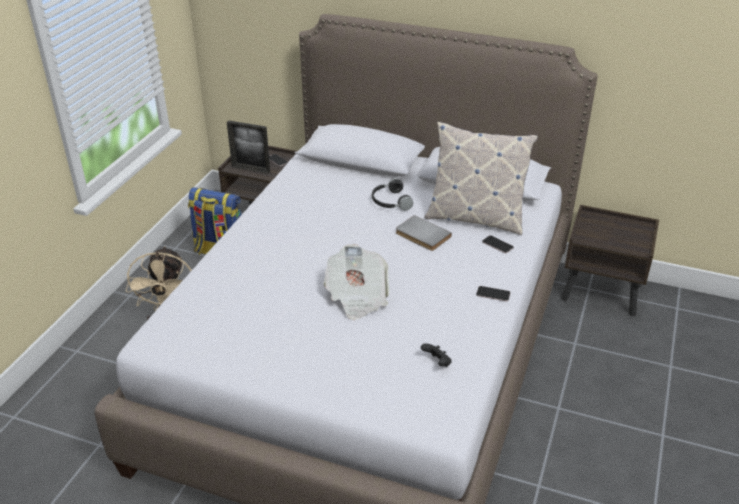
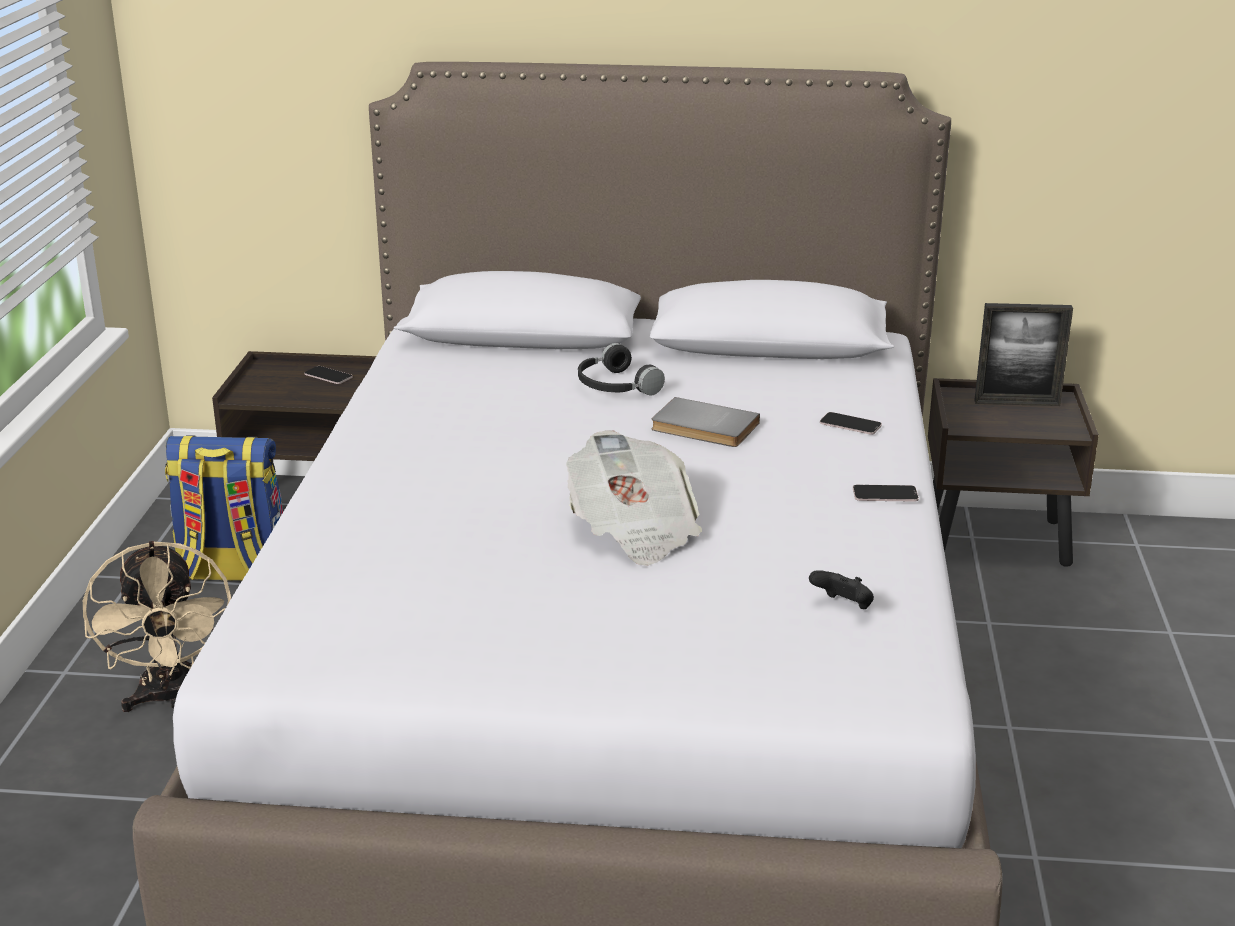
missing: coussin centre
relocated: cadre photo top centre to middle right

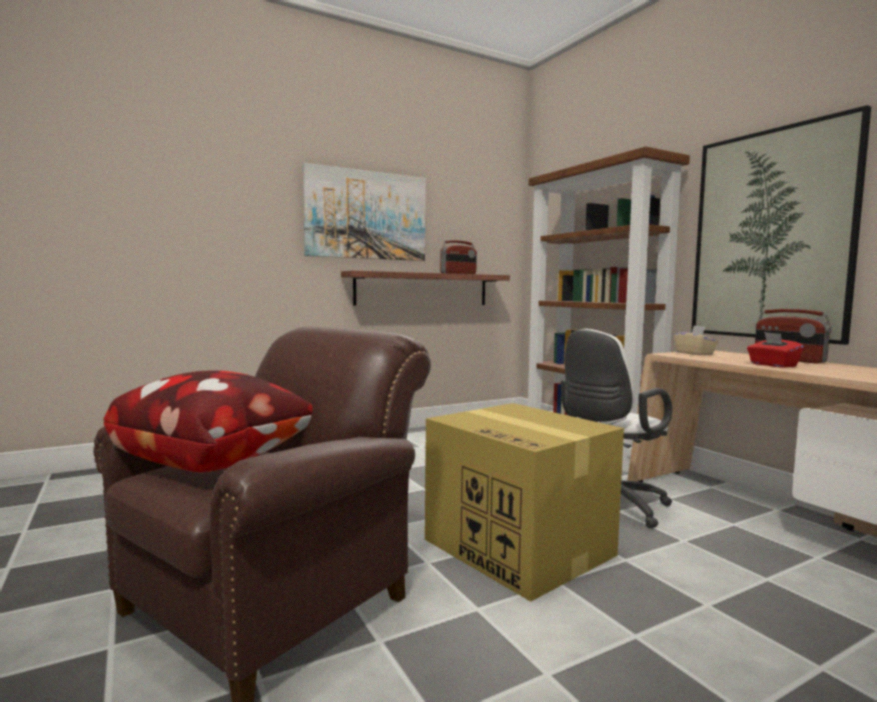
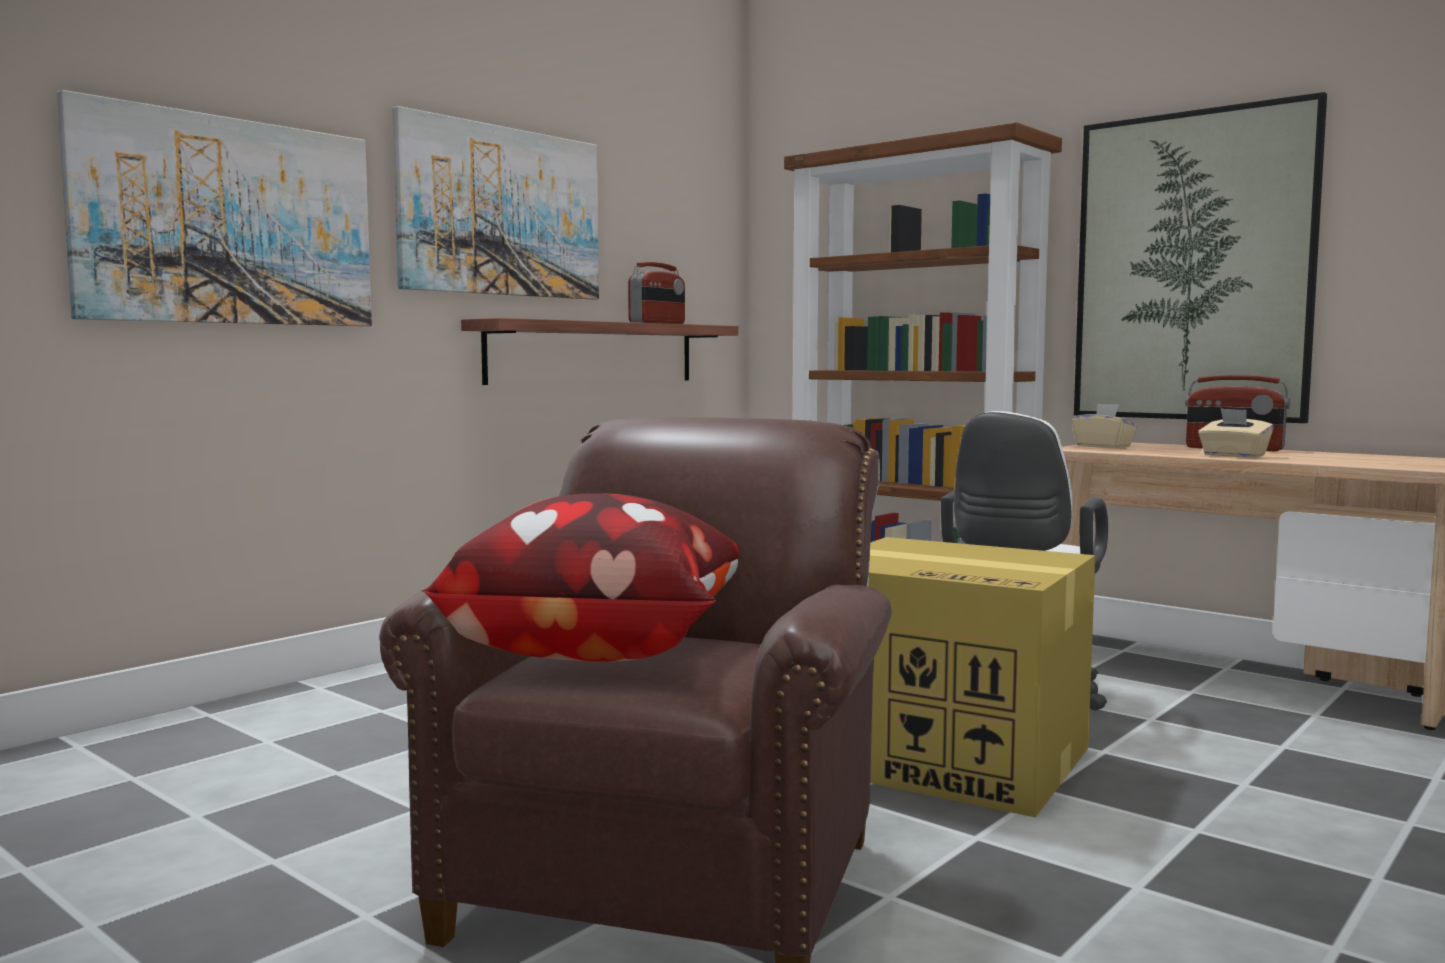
appeared: tableau (no. 1 from left) top left
colour: boîte à mouchoirs/rouge middle right to boîte à mouchoirs/beige (no. 2 from left) middle right

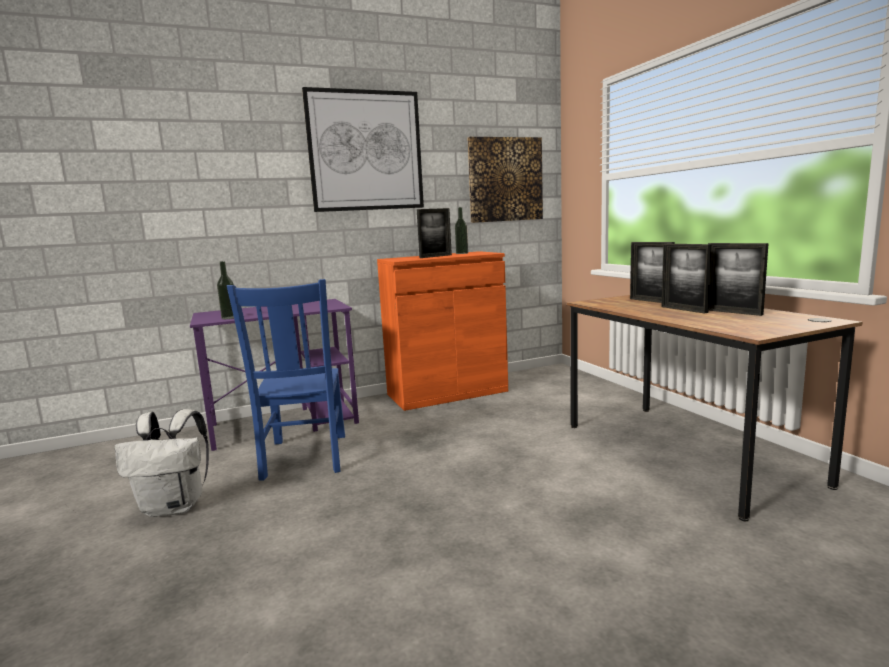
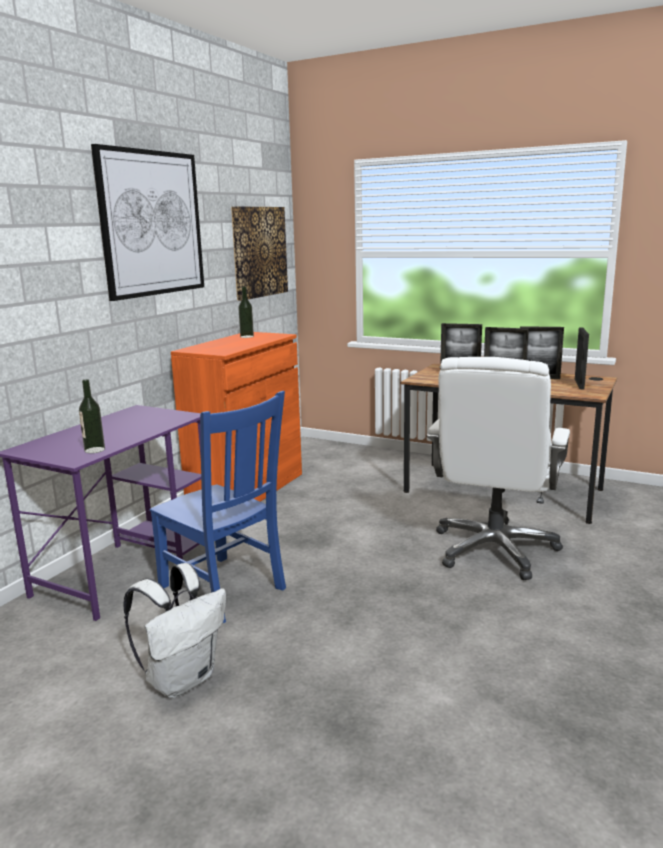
appeared: chaise de bureau/blanc middle right
relocated: cadre photo (no. 1 from left in the first image) centre to cadre photo (no. 4 from left) middle right

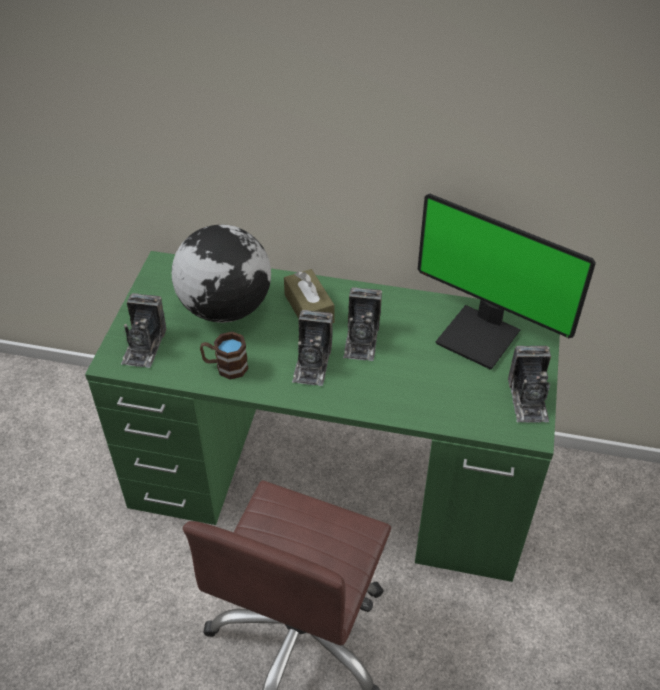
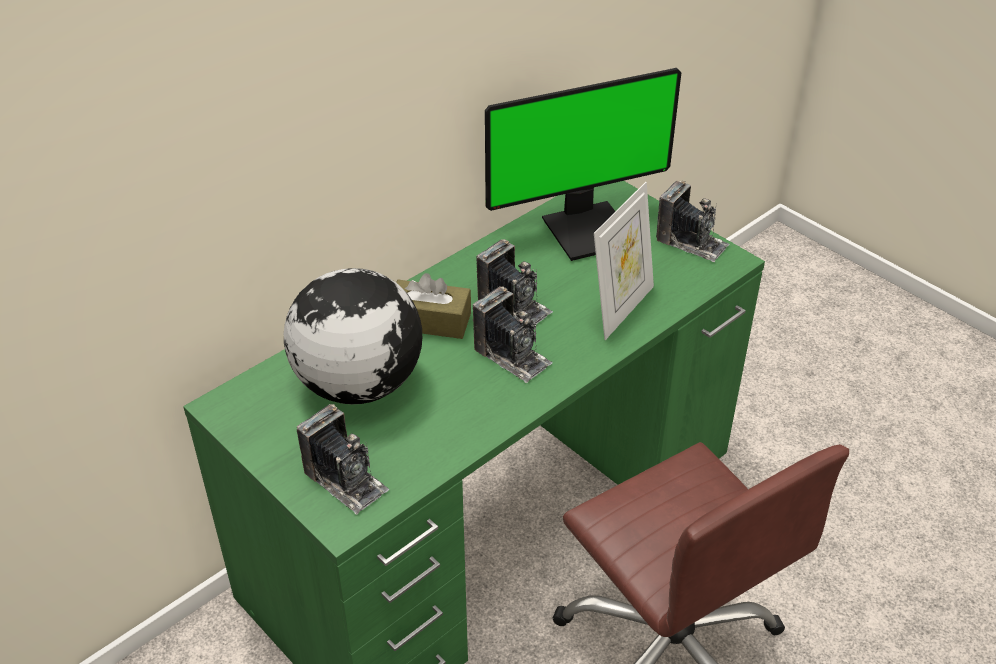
missing: mug/marron centre
appeared: cadre photo centre

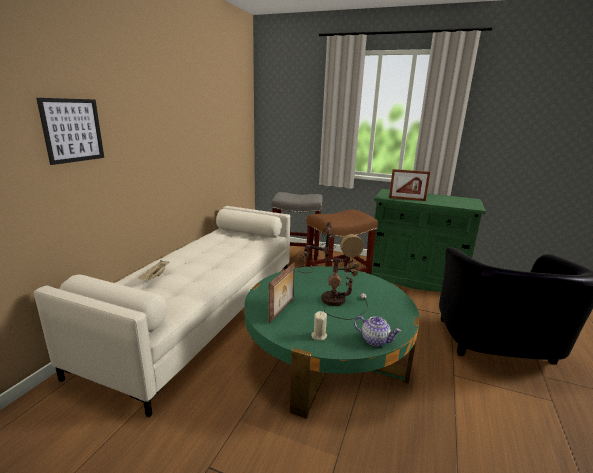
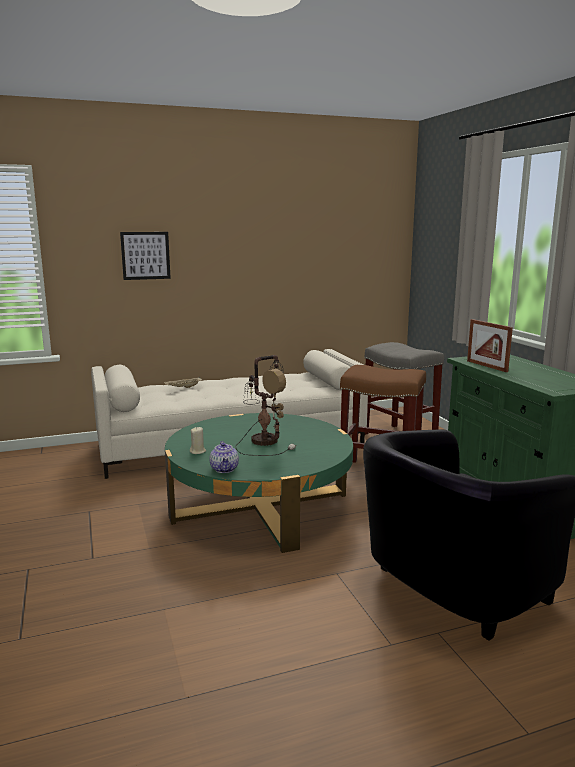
missing: cadre photo (no. 1 from left) centre

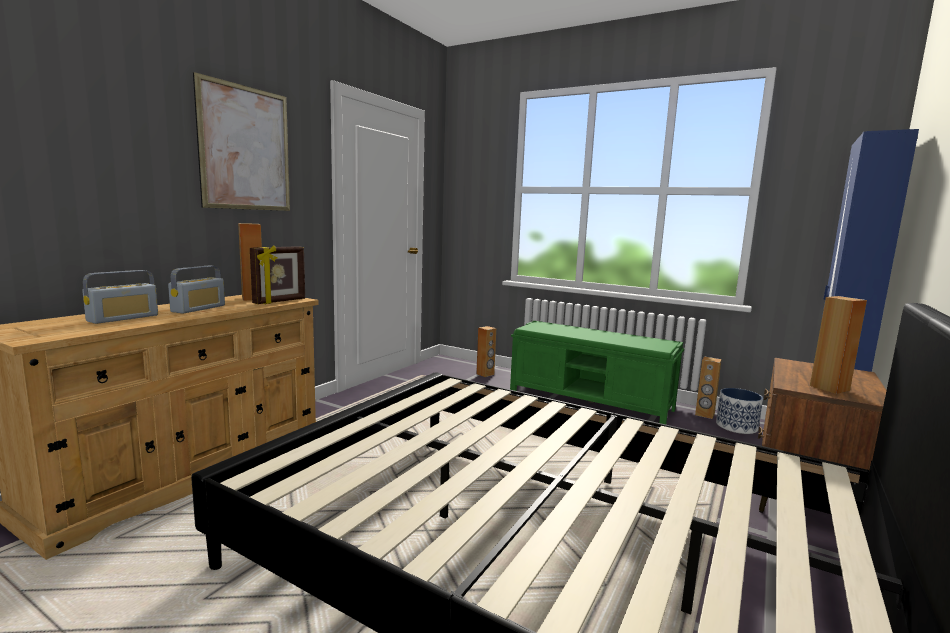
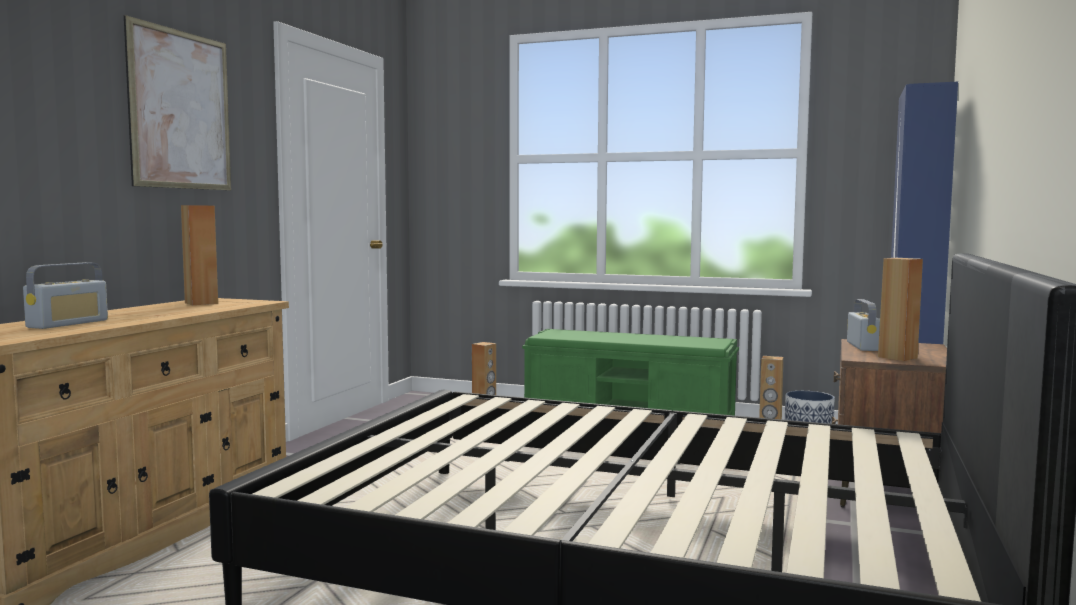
missing: cadre photo middle left
relocated: radio (no. 2 from left) middle left to middle right

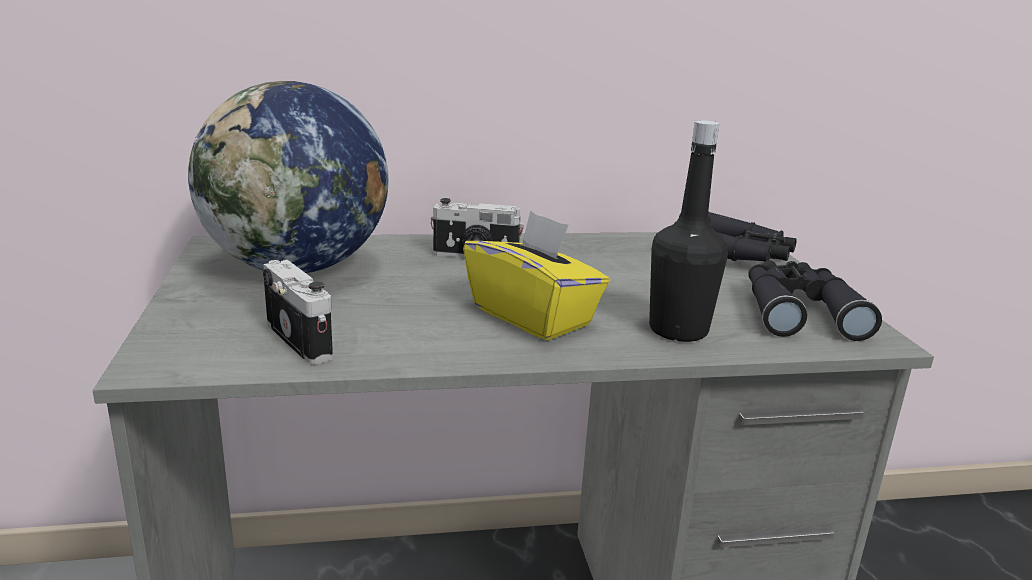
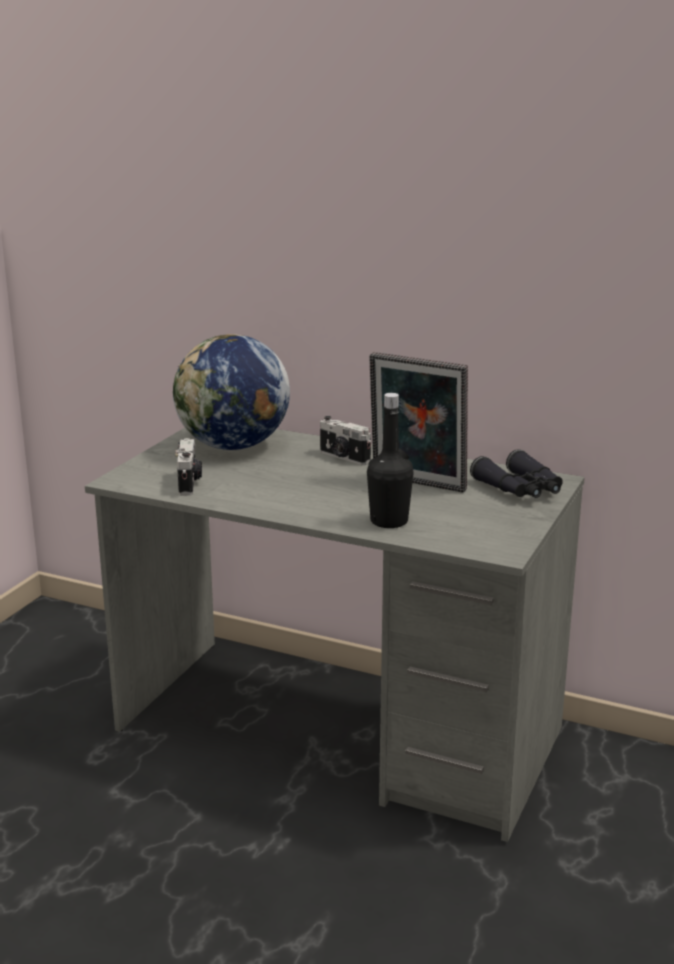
missing: boîte à mouchoirs/jaune centre; jumelles/noir (no. 2 from left) middle right
appeared: cadre photo centre

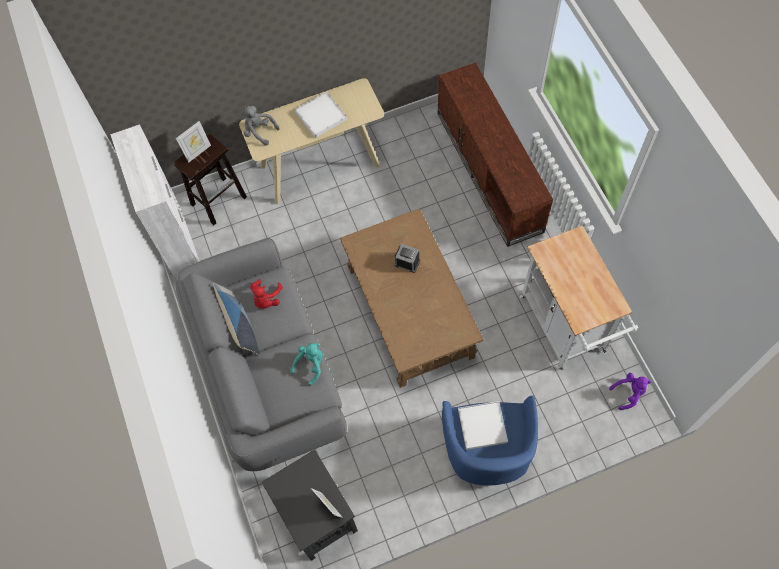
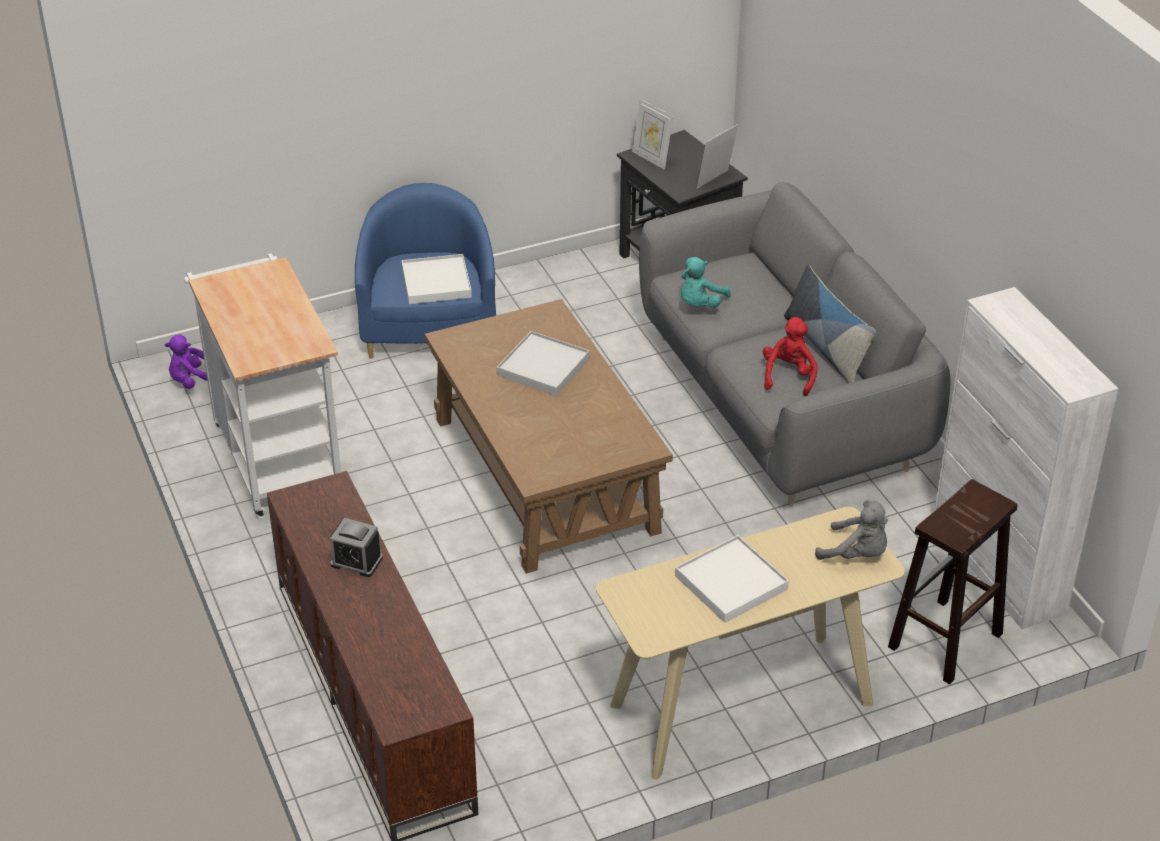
appeared: plateau/blanc (no. 2 from left) centre
relocated: réveil centre to middle left; cadre photo (no. 1 from left in the first image) top left to cadre photo (no. 2 from left) top centre

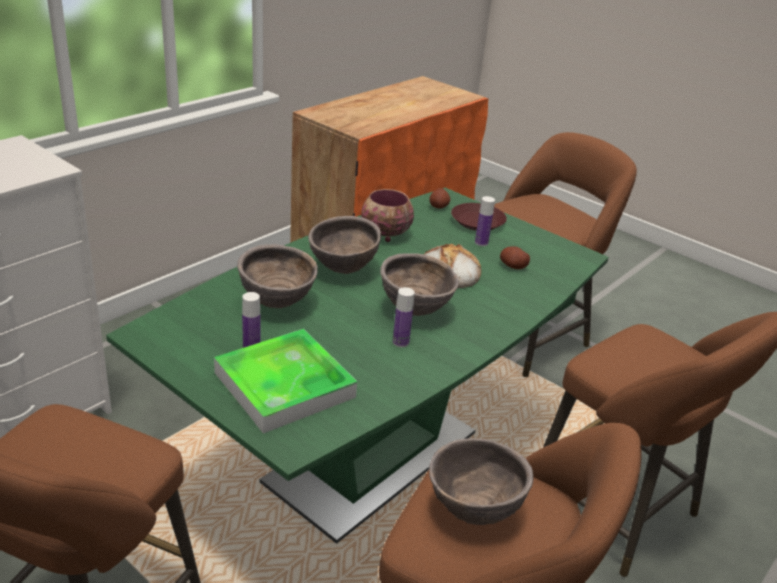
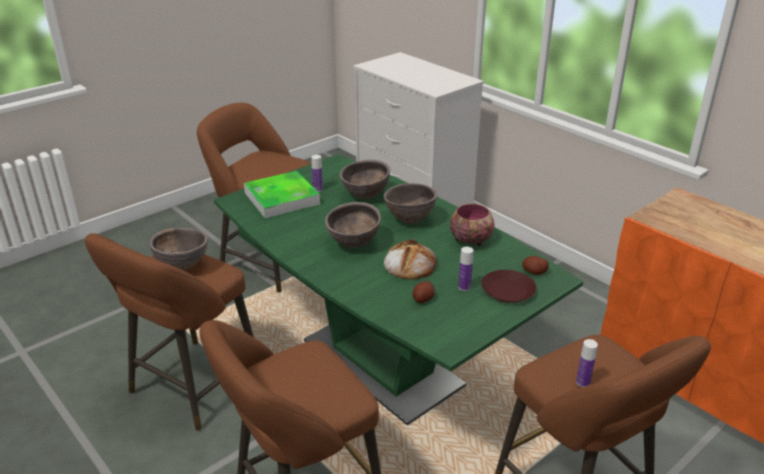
relocated: bouteille (no. 2 from left in the first image) centre to bouteille (no. 3 from left) bottom right

